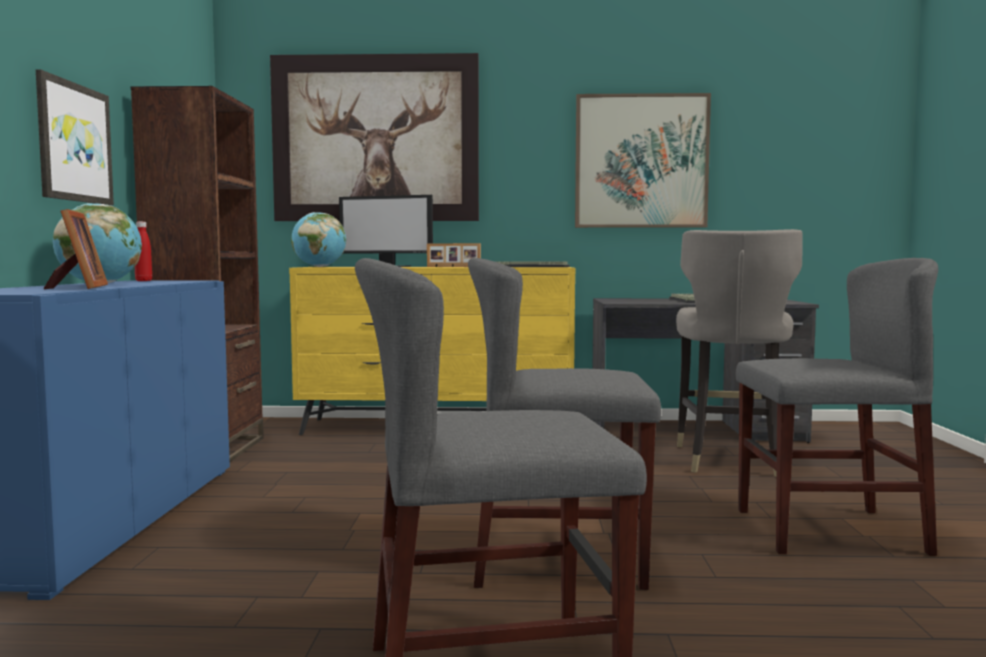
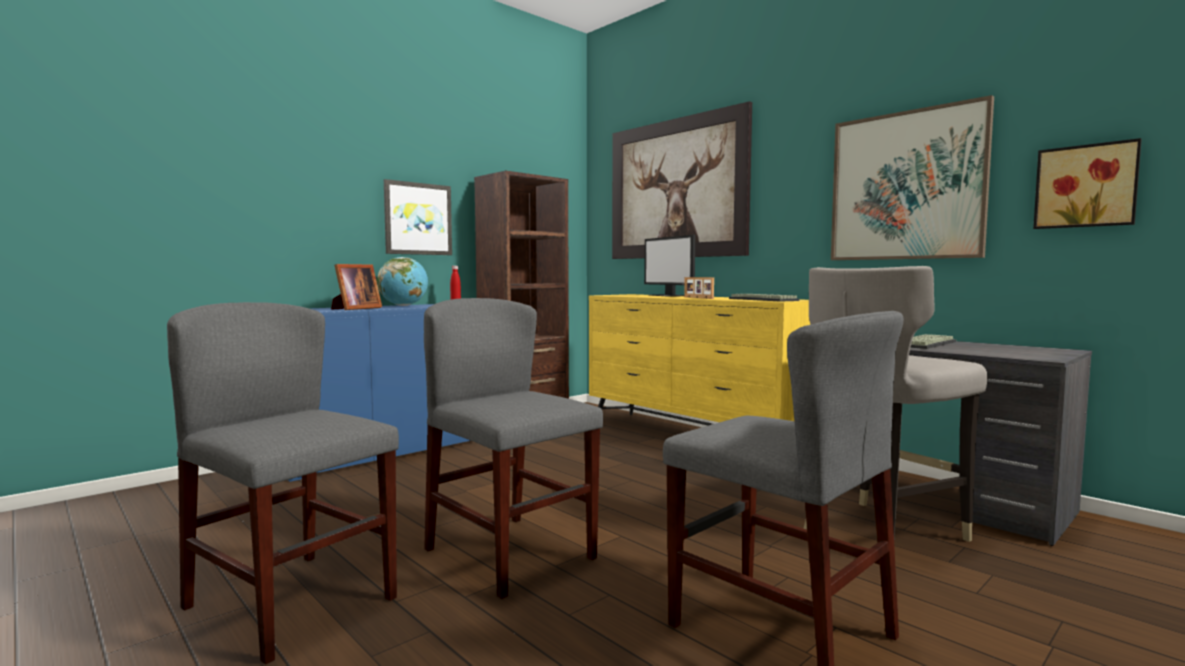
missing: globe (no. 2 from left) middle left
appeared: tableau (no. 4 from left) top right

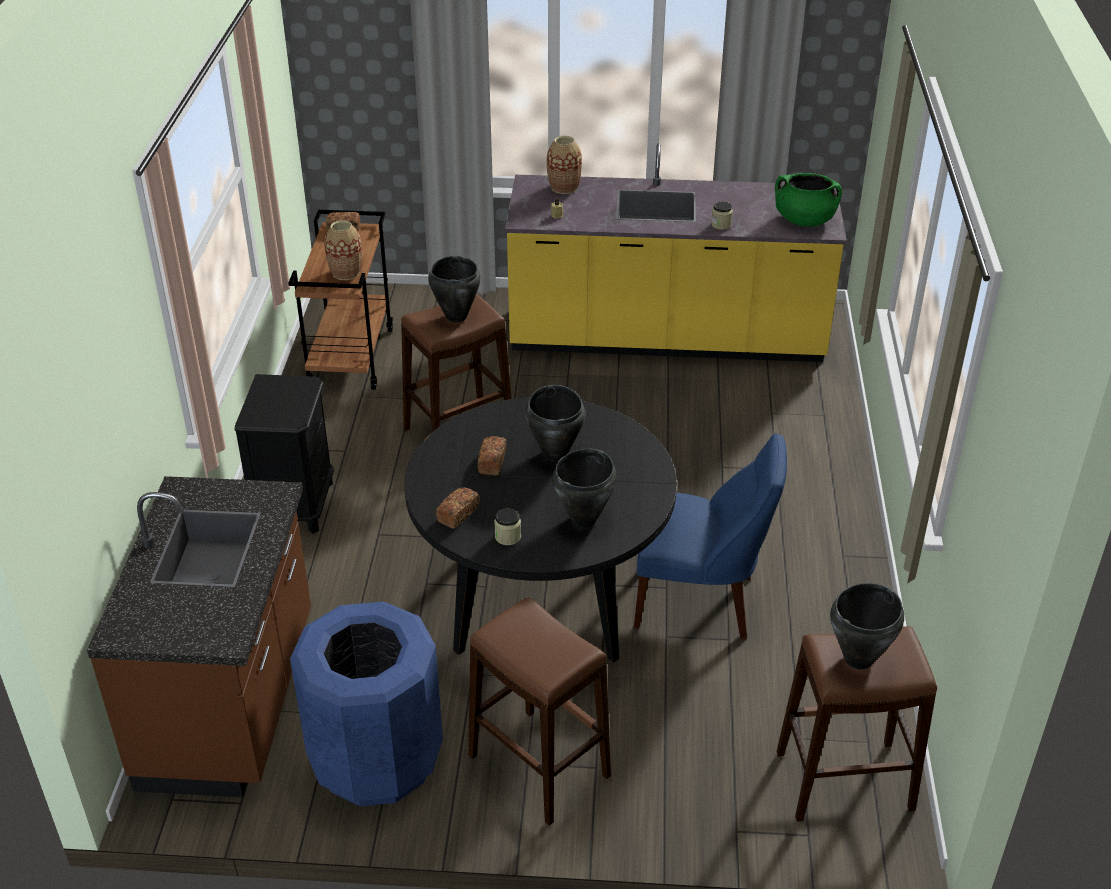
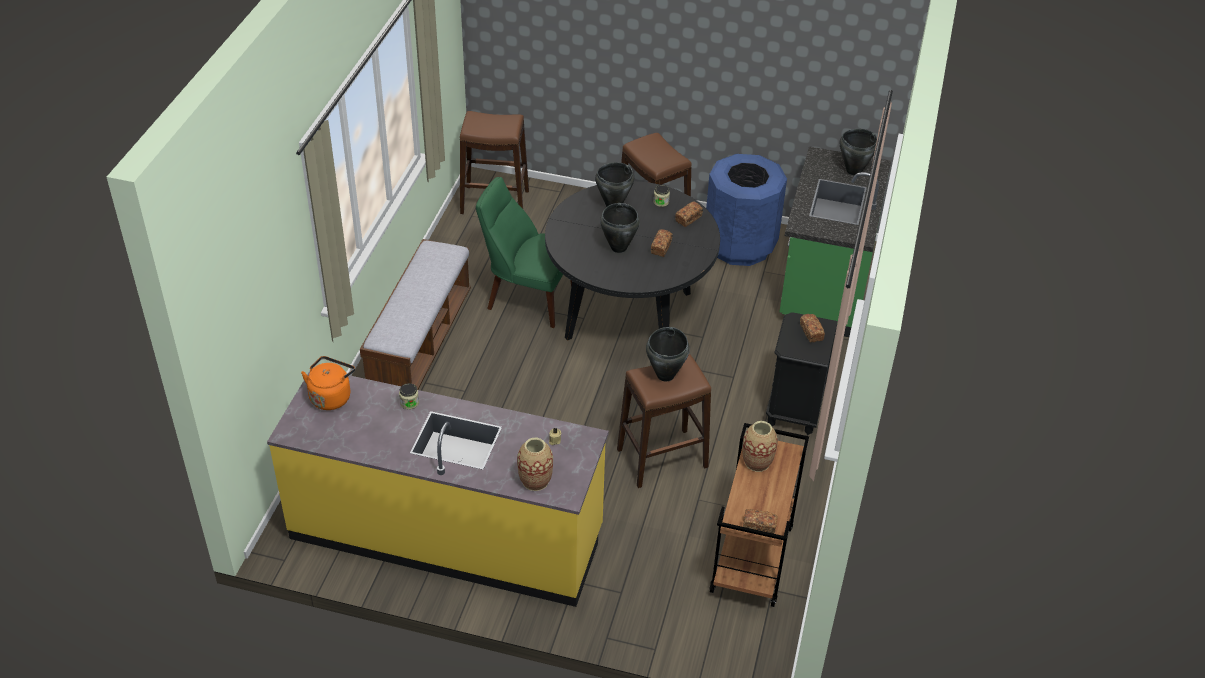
appeared: banc centre; pain (no. 4 from left) middle right
relocated: marmite/noir (no. 4 from left) bottom right to top right
exchanged: marmite/vert top right to bouilloire/orange middle left
colour: chaise/bleu centre to chaise/vert centre; comptoir de cuisine/marron bottom left to comptoir de cuisine/vert middle right

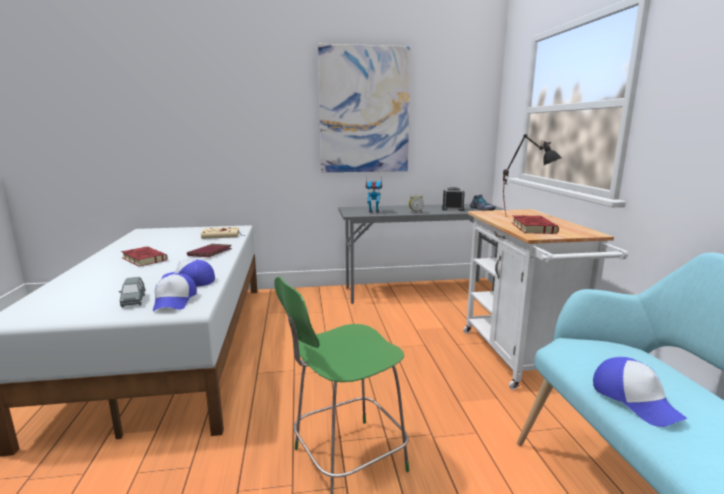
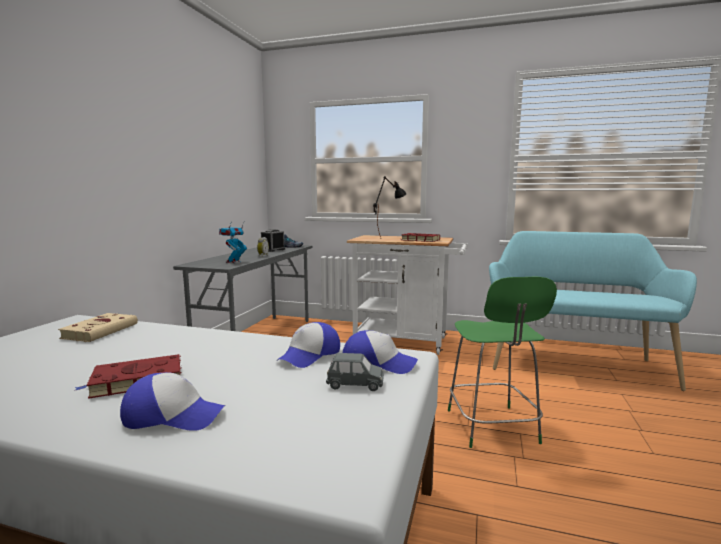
missing: livre/rouge (no. 2 from left) middle left; tableau top centre
relocated: casquette (no. 3 from left in the first image) bottom right to casquette (no. 1 from left) bottom left

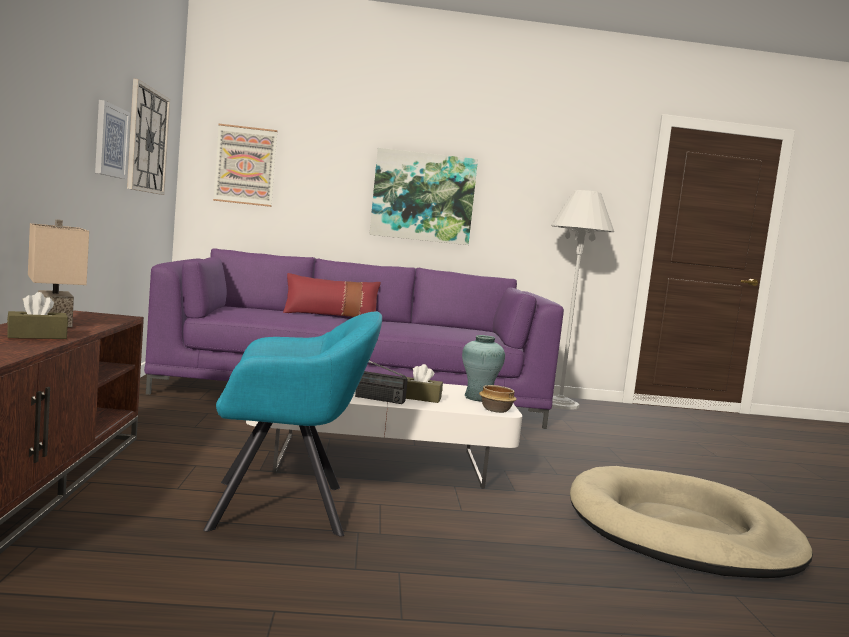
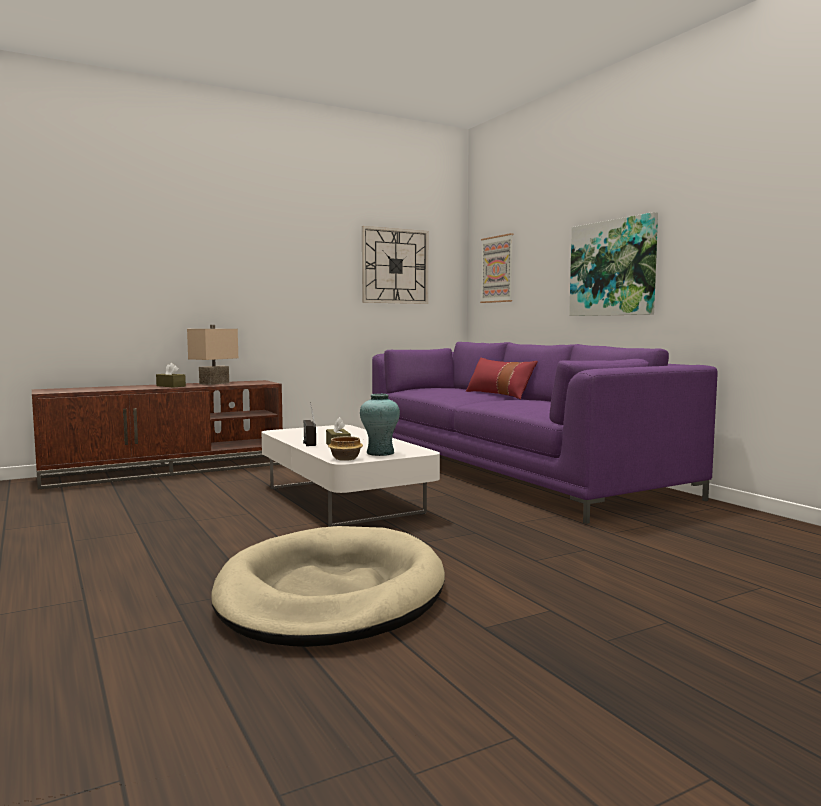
missing: tableau (no. 1 from left) top left; fauteuil/turquoise centre; lampadaire/blanc middle right

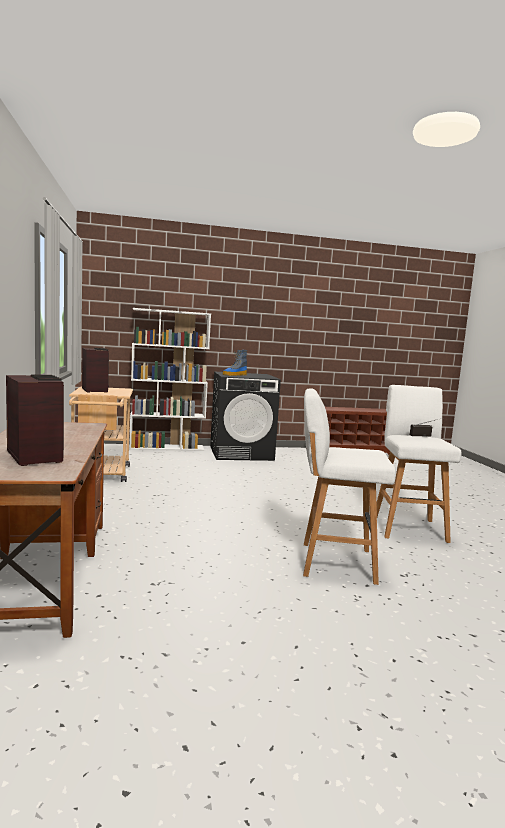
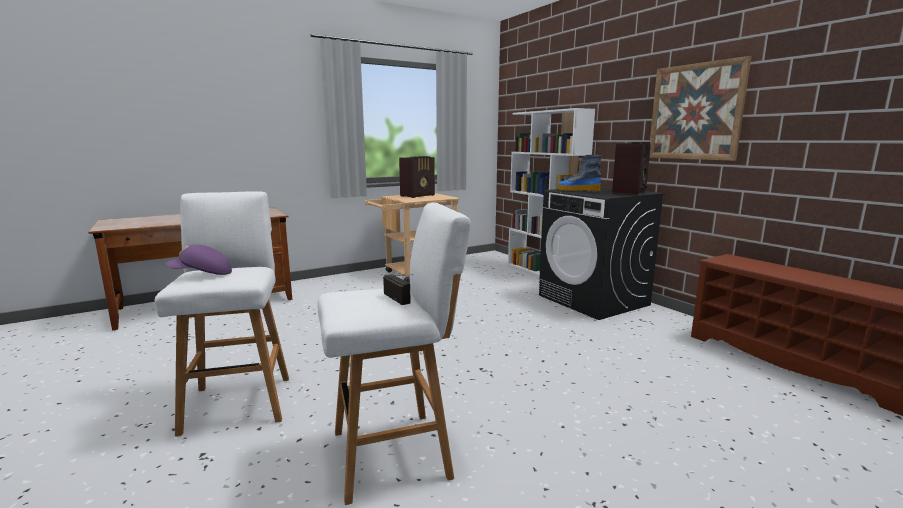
appeared: casquette/violet middle left; tableau top right
relocated: radio (no. 1 from left in the first image) middle left to radio (no. 3 from left) top right

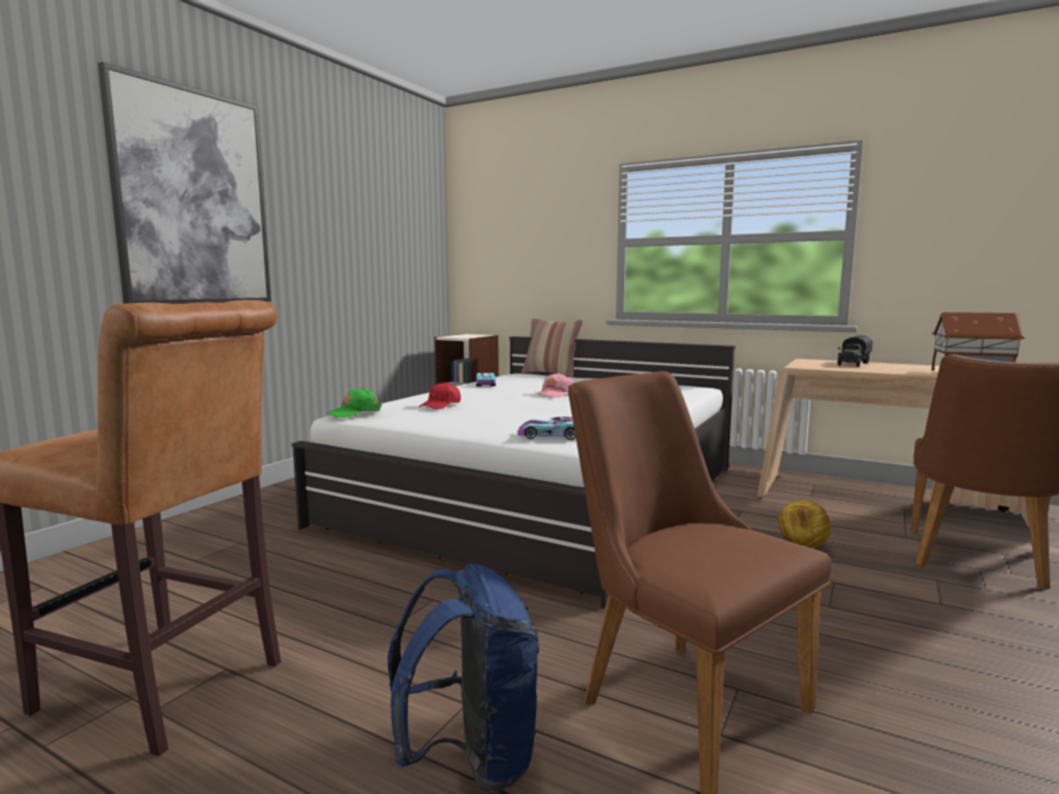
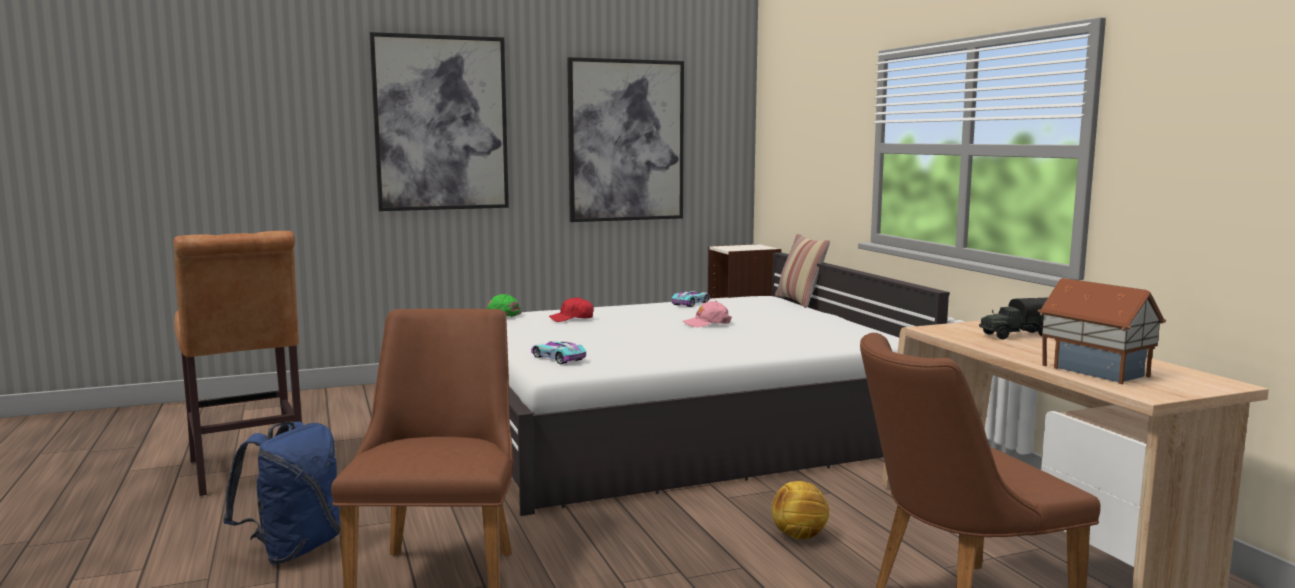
appeared: tableau (no. 2 from left) top centre

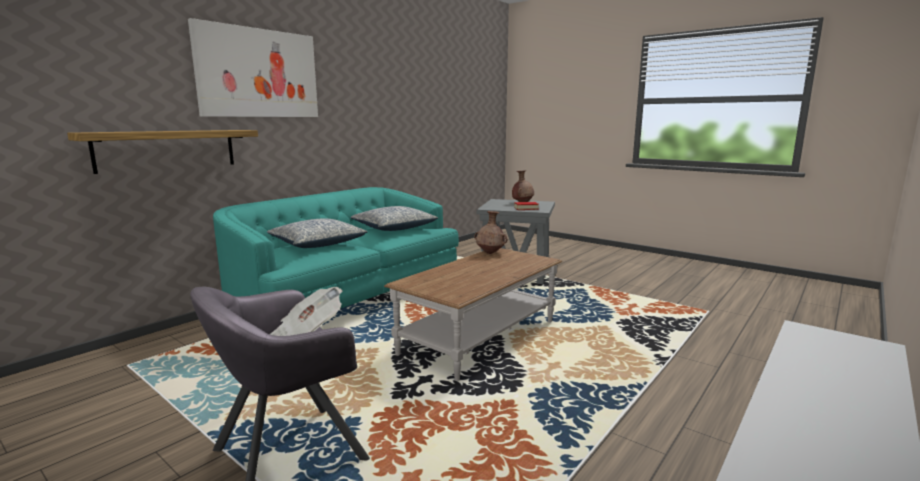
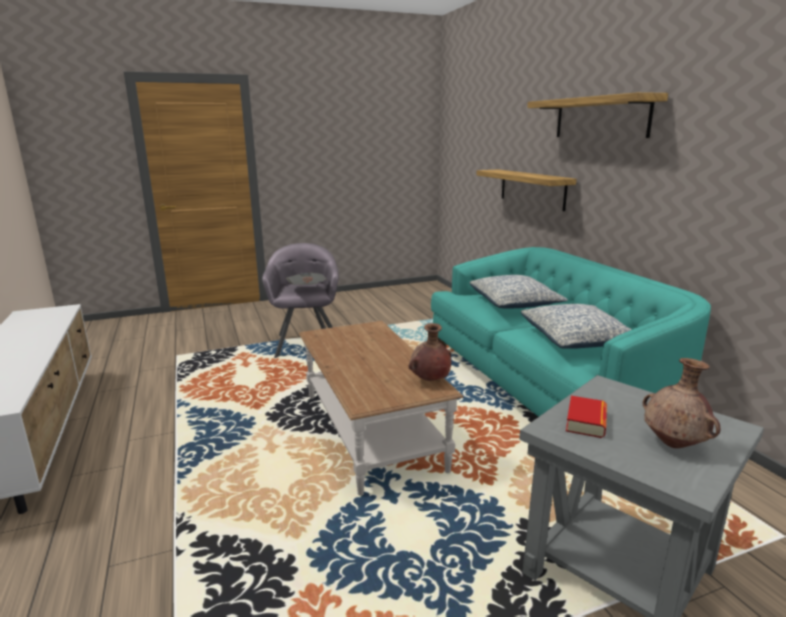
exchanged: tableau top left to étagère (no. 2 from left) top right

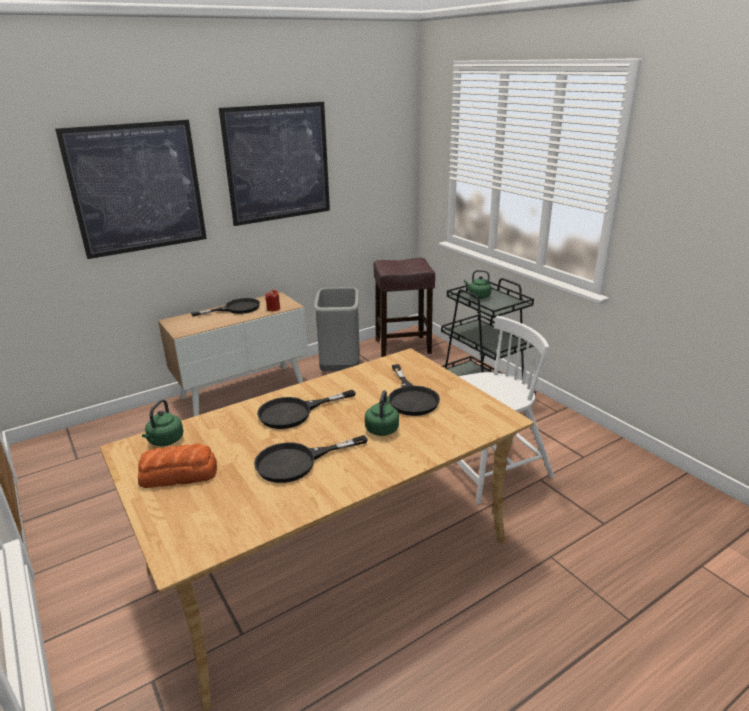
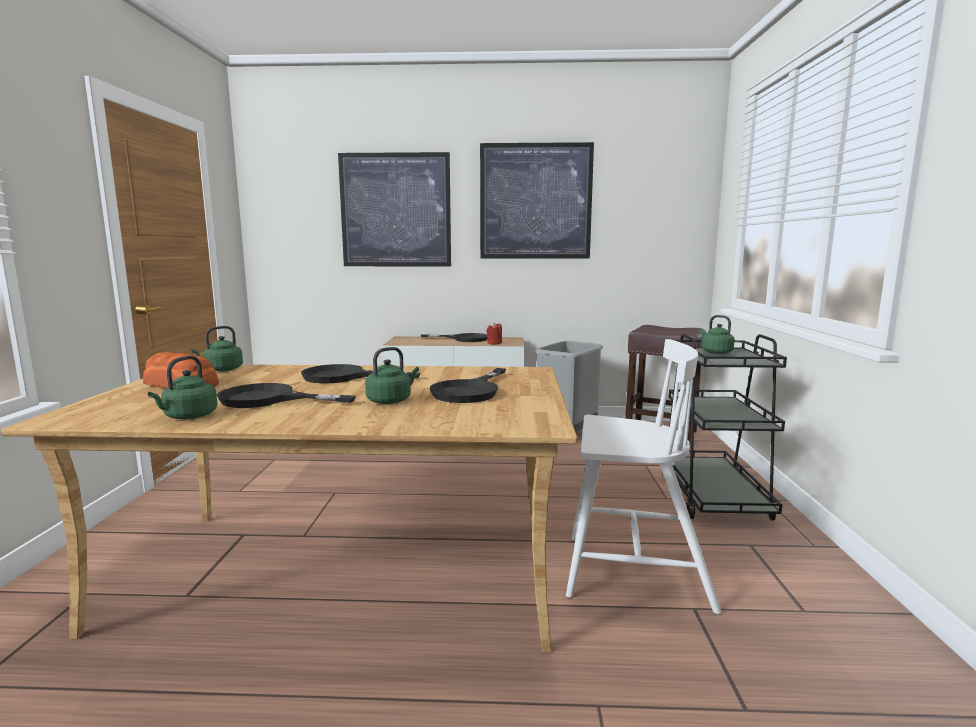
appeared: bouilloire/vert (no. 1 from left) middle left

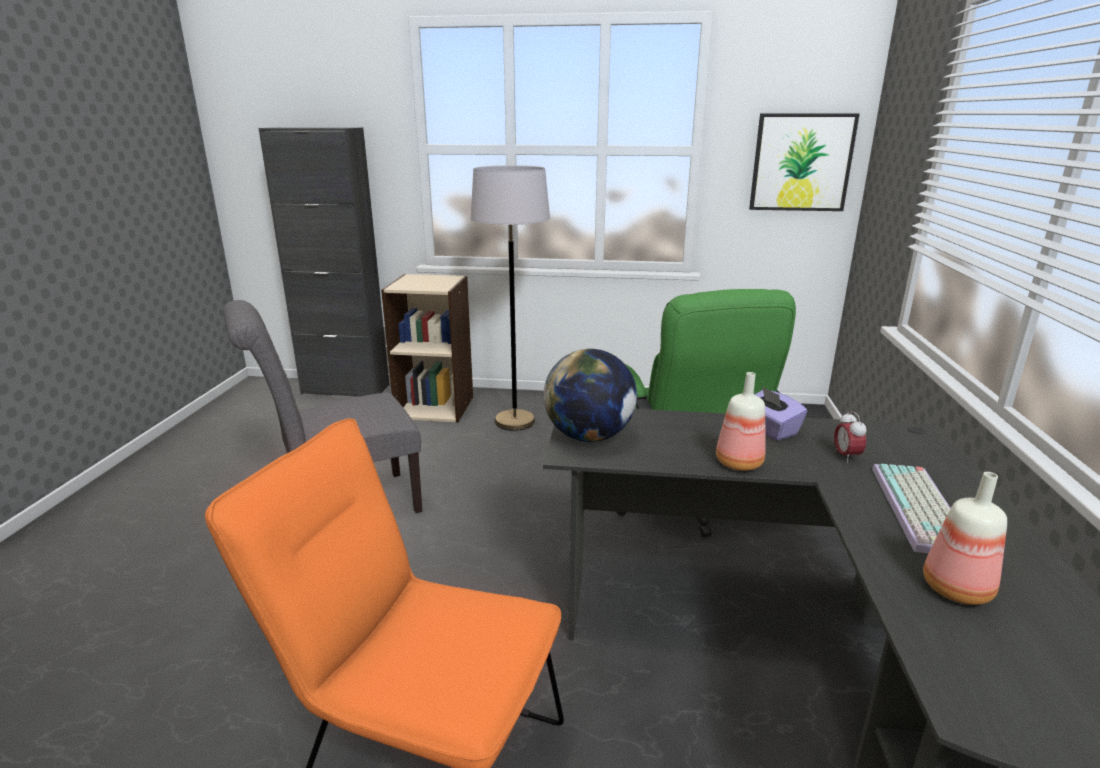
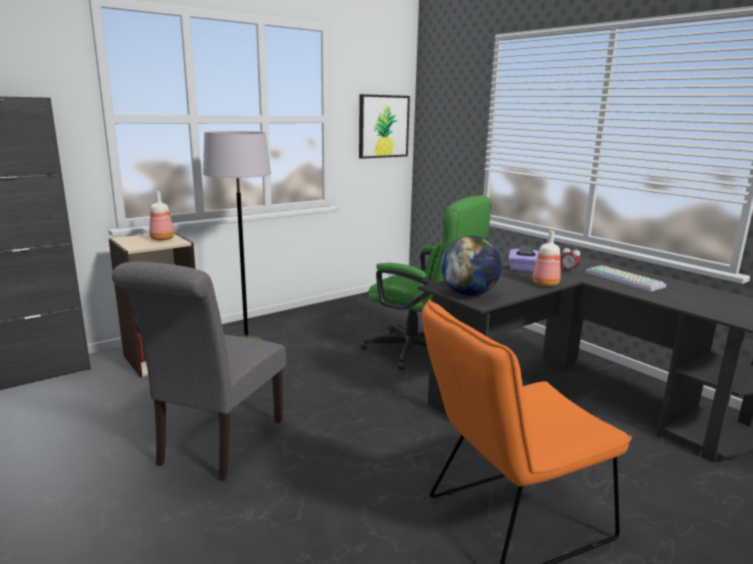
relocated: bouteille (no. 2 from left in the first image) bottom right to bouteille (no. 1 from left) middle left

